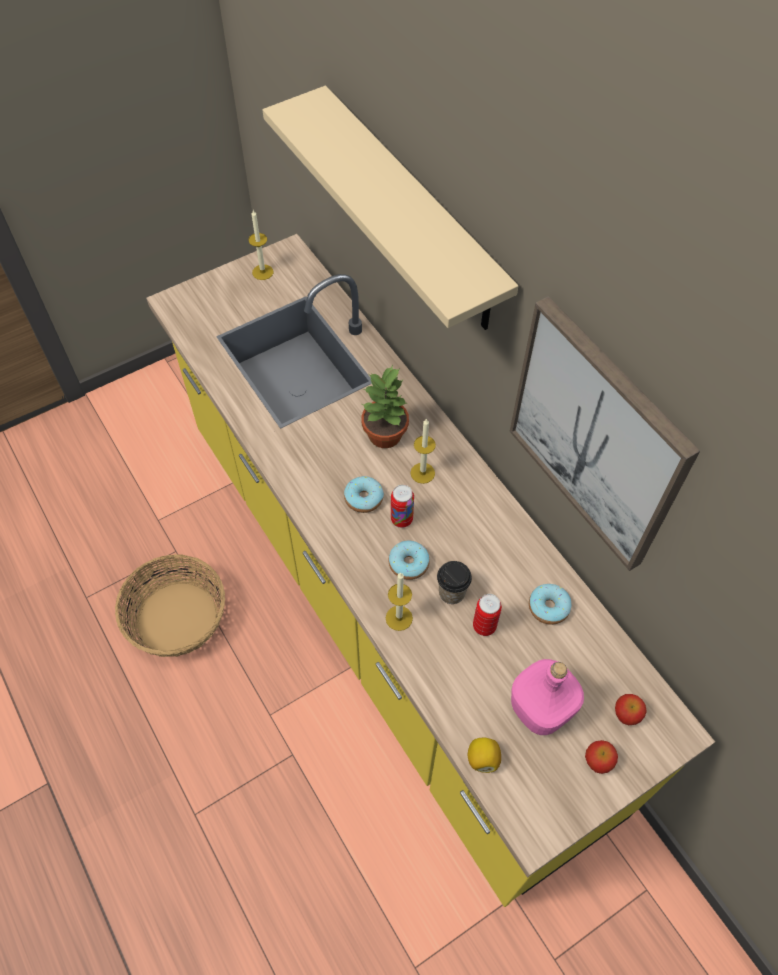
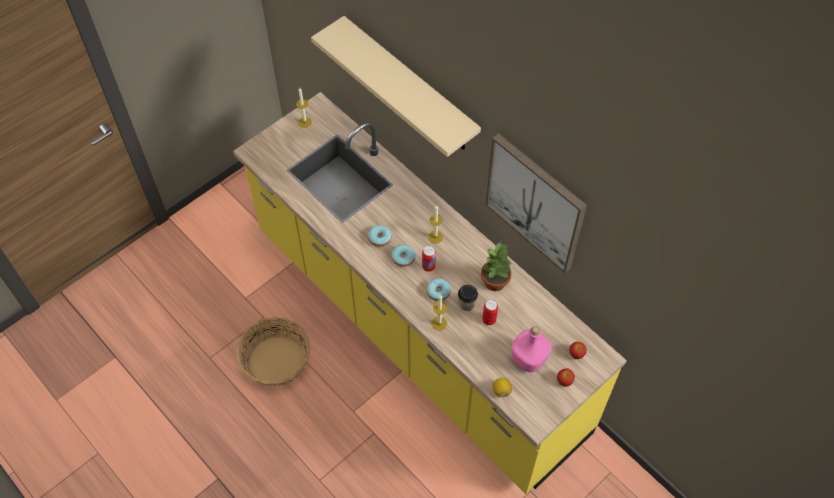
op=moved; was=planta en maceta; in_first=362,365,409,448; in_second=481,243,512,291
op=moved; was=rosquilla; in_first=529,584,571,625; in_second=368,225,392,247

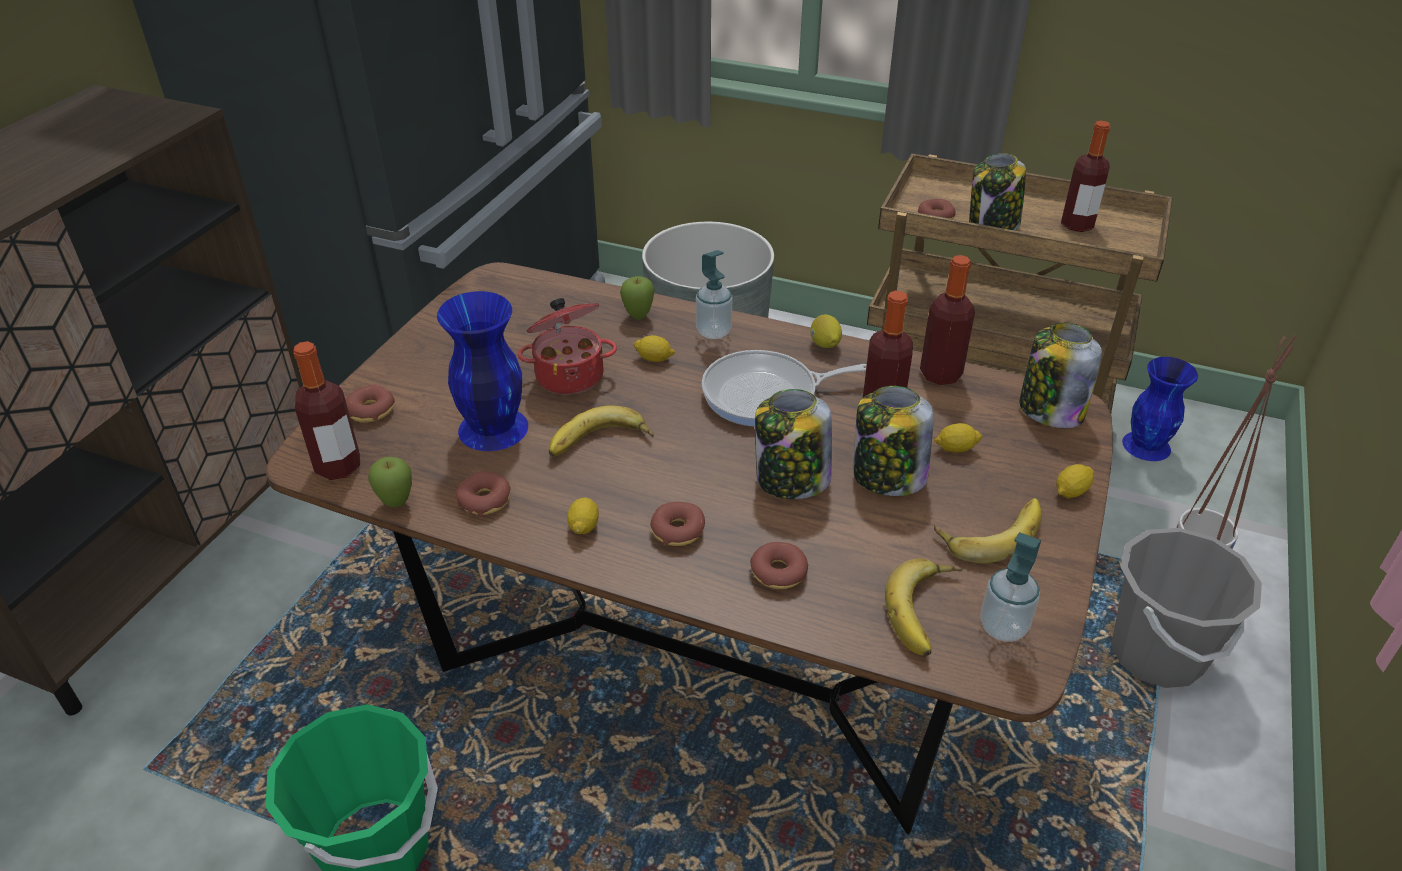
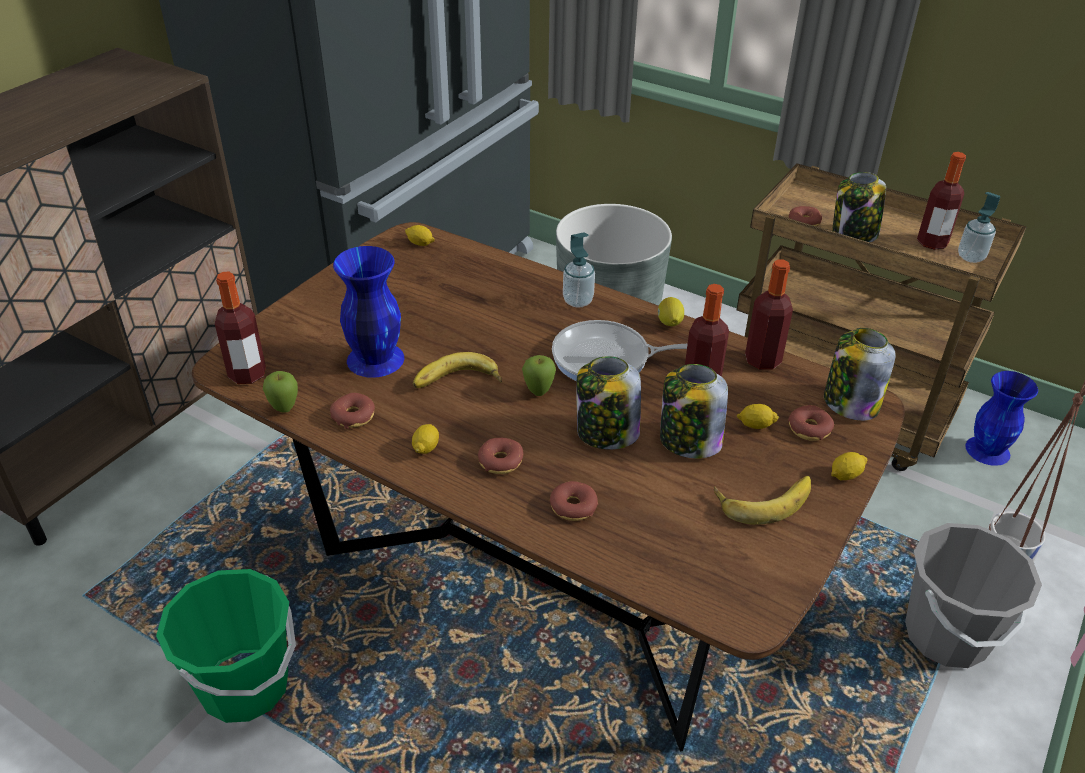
op=moved; was=manzana; in_first=620,276,655,320; in_second=522,355,556,396
op=removed; was=olla; in_first=518,298,617,395
op=moved; was=limón; in_first=633,335,675,362; in_second=405,225,435,246
op=moved; was=rosquilla; in_first=345,385,395,423; in_second=788,405,834,441
op=moved; was=dispensador de jabón; in_first=980,532,1041,642; in_second=958,192,1000,263
op=removed; was=plátano; in_first=885,558,963,656

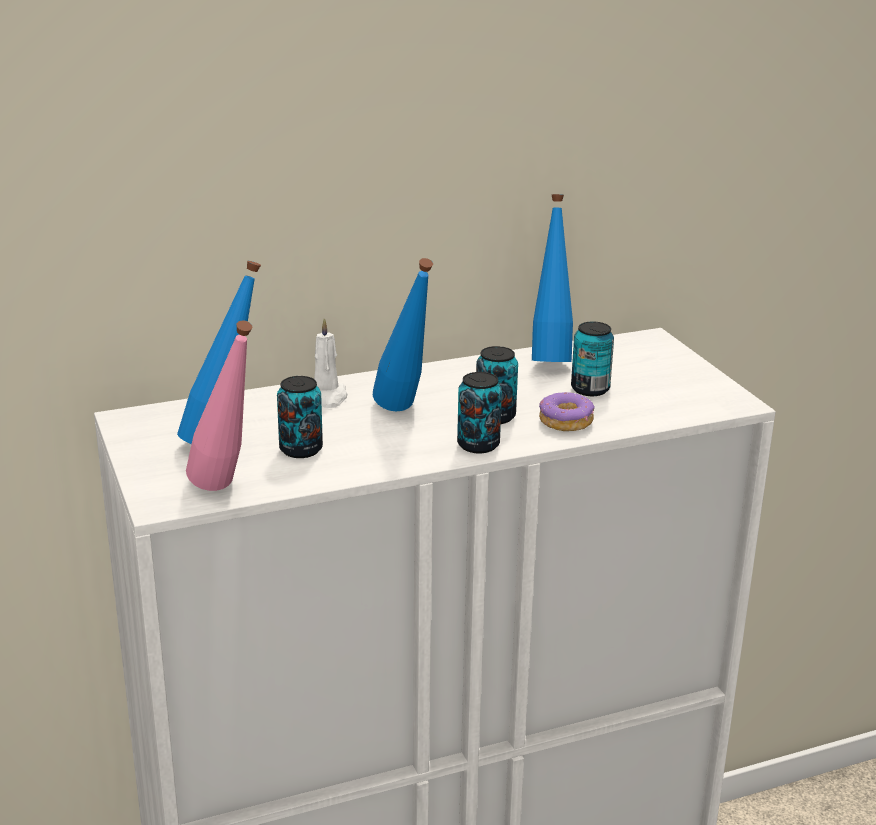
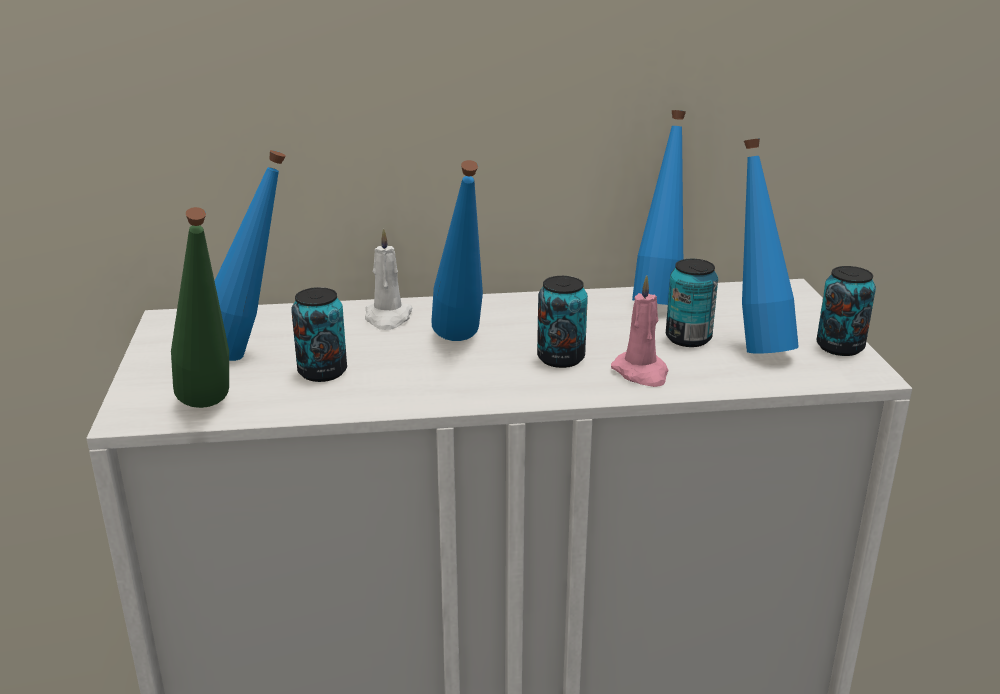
op=recoloured; was=botella [rosa]; now=botella [verde]; in_first=186,321,252,491; in_second=171,207,229,408
op=moved; was=lata; in_first=457,372,502,454; in_second=817,266,876,356
op=replaced; was=rosquilla; now=vela [rosa]; in_first=539,392,594,431; in_second=611,275,669,387
op=added; now=botella [azul]; in_second=742,139,799,354

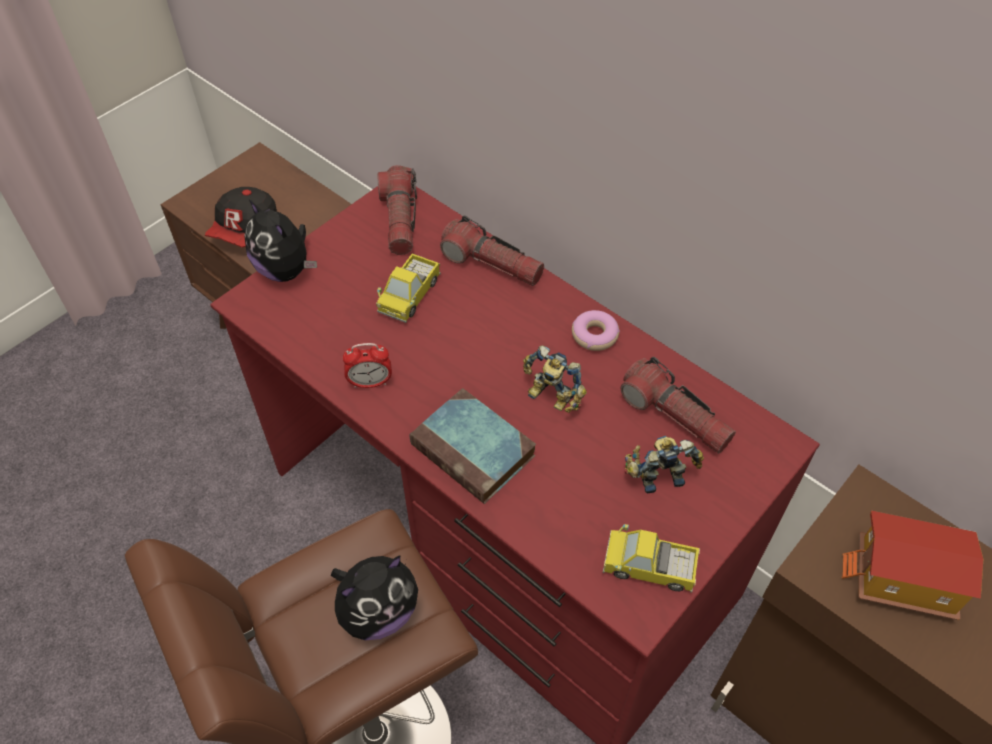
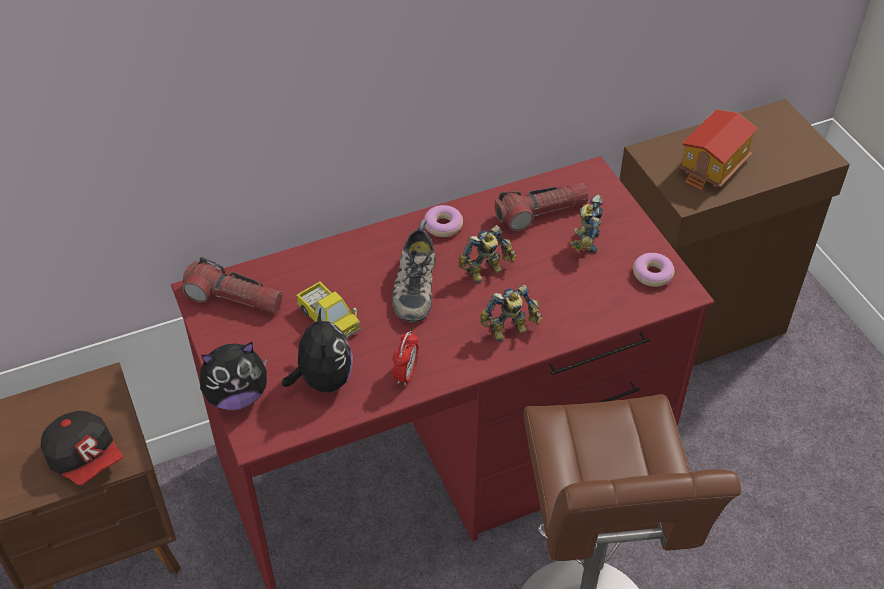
op=removed; was=linterna; in_first=440,215,544,286
op=replaced; was=libro; now=robot de juguete; in_first=410,388,536,504; in_second=480,284,542,342
op=replaced; was=camión de juguete; now=rosquilla; in_first=603,524,700,593; in_second=633,253,674,287
op=moved; was=peluche; in_first=331,555,418,640; in_second=282,308,353,393
op=added; now=zapato; in_second=392,220,436,323

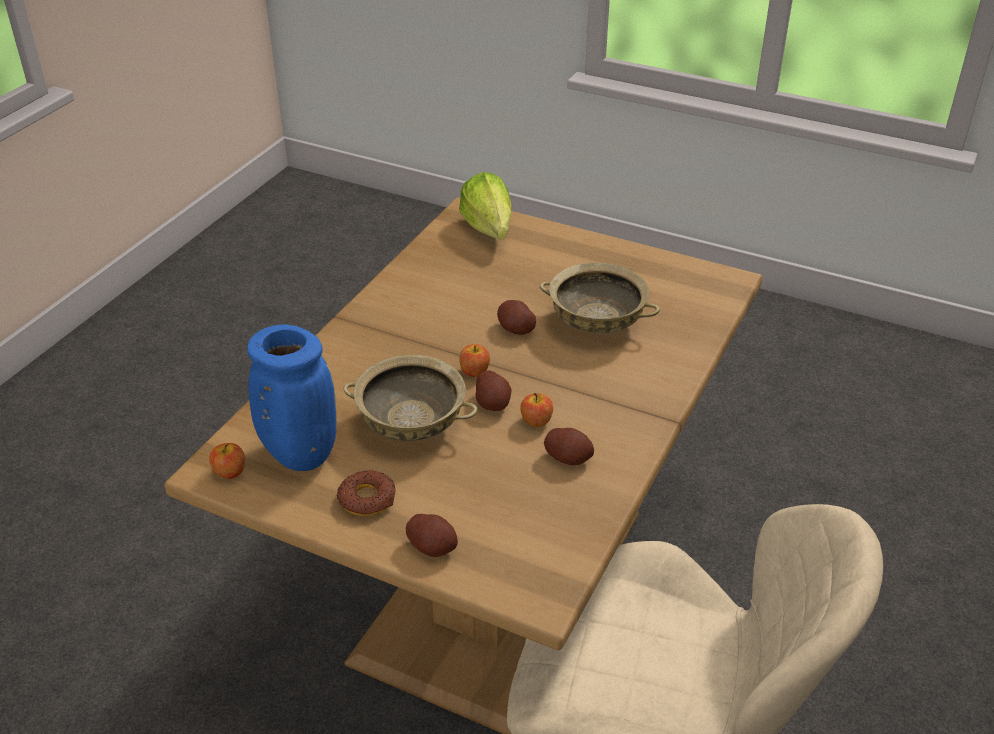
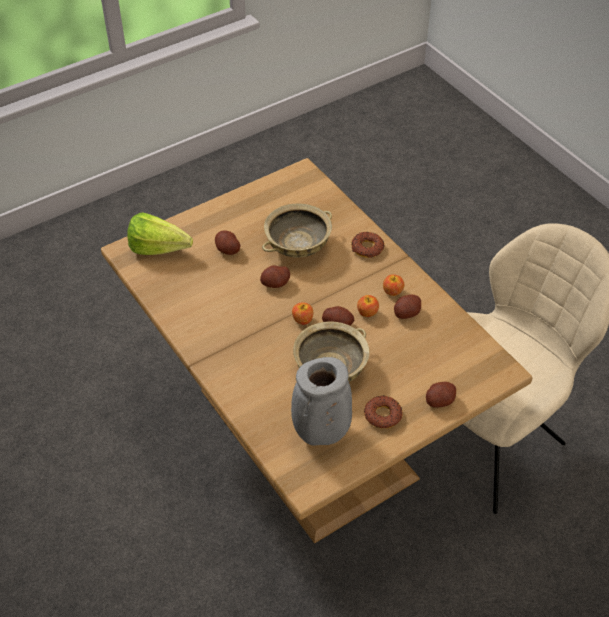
op=recoloured; was=florero [azul]; now=florero [gris]; in_first=247,324,337,471; in_second=291,357,352,446
op=moved; was=manzana; in_first=209,443,245,479; in_second=383,274,404,296
op=added; now=patata; in_second=215,230,241,255
op=added; now=rosquilla; in_second=351,232,384,258

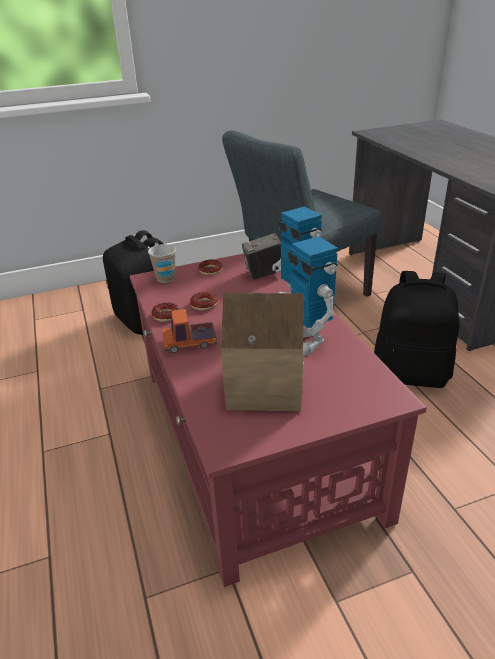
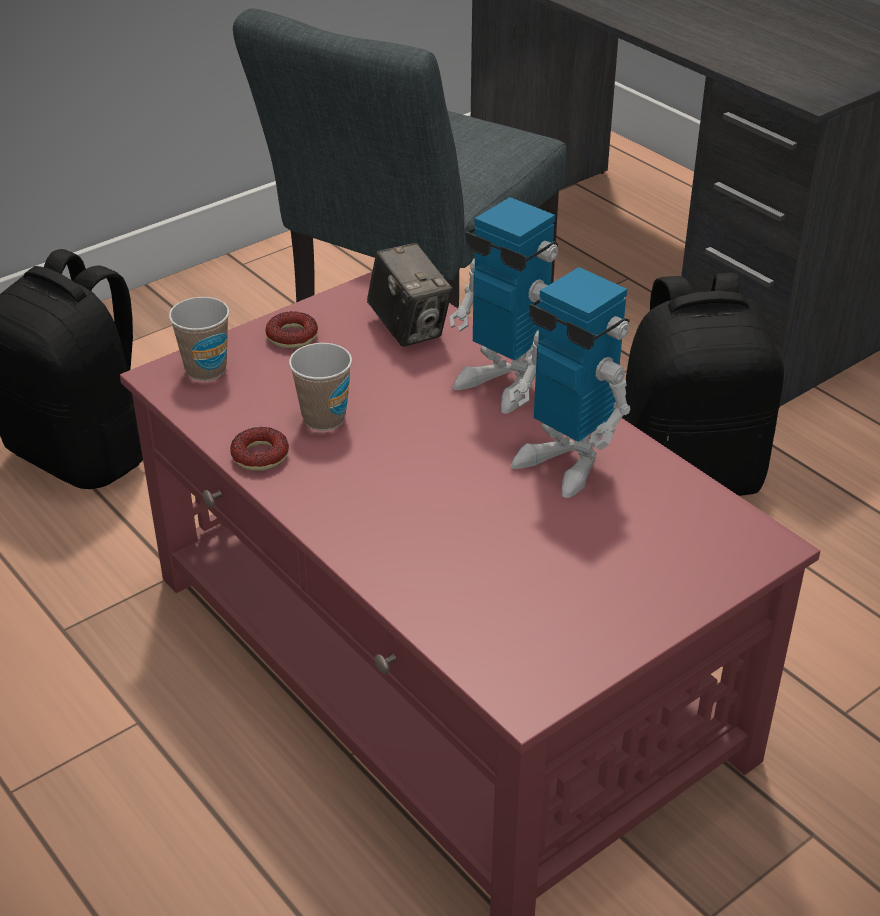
op=turned; was=cámara; in_first=242,233,281,280; in_second=367,243,452,347; clockwise=-90
op=replaced; was=rosquilla; now=taza; in_first=190,292,217,311; in_second=289,343,352,431
op=removed; was=casita; in_first=221,293,304,412
op=removed; was=camión de juguete; in_first=162,309,217,353

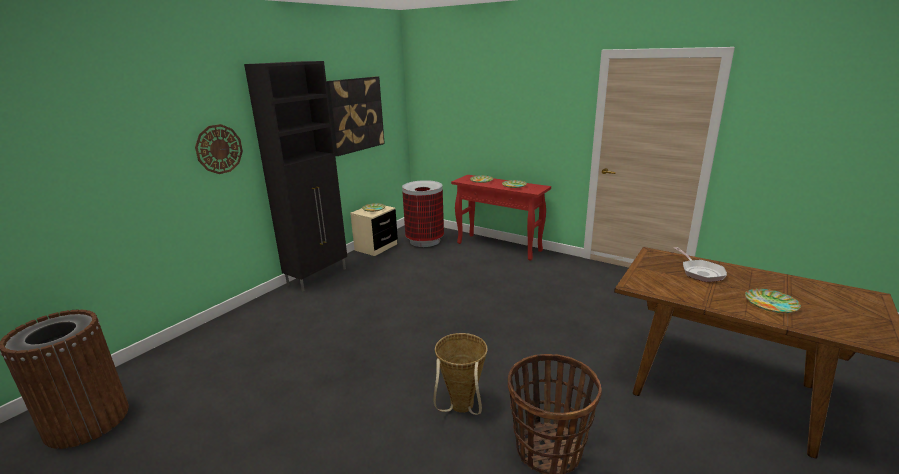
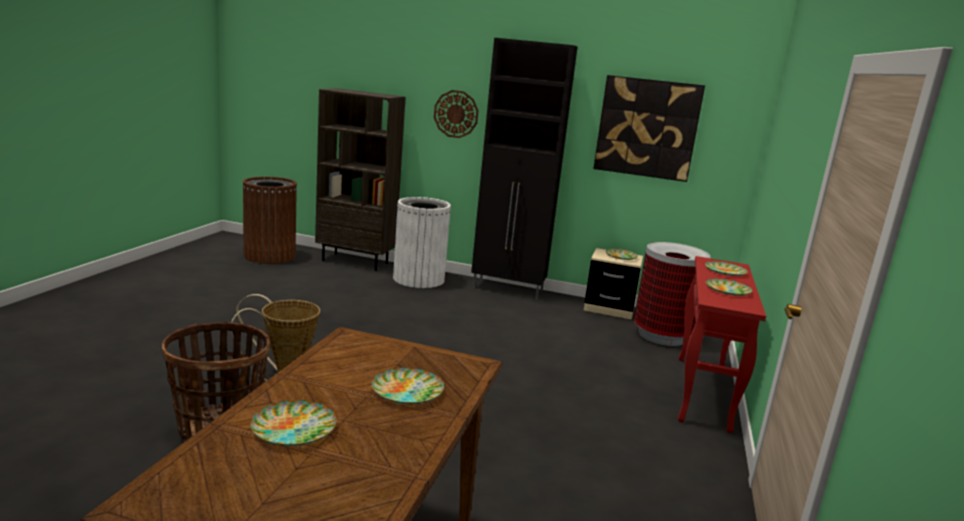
op=replaced; was=sartén; now=plato; in_first=674,247,727,282; in_second=372,368,444,405
op=added; now=estantería [marrón]; in_second=315,88,406,271
op=added; now=papelera [blanco]; in_second=393,197,451,288

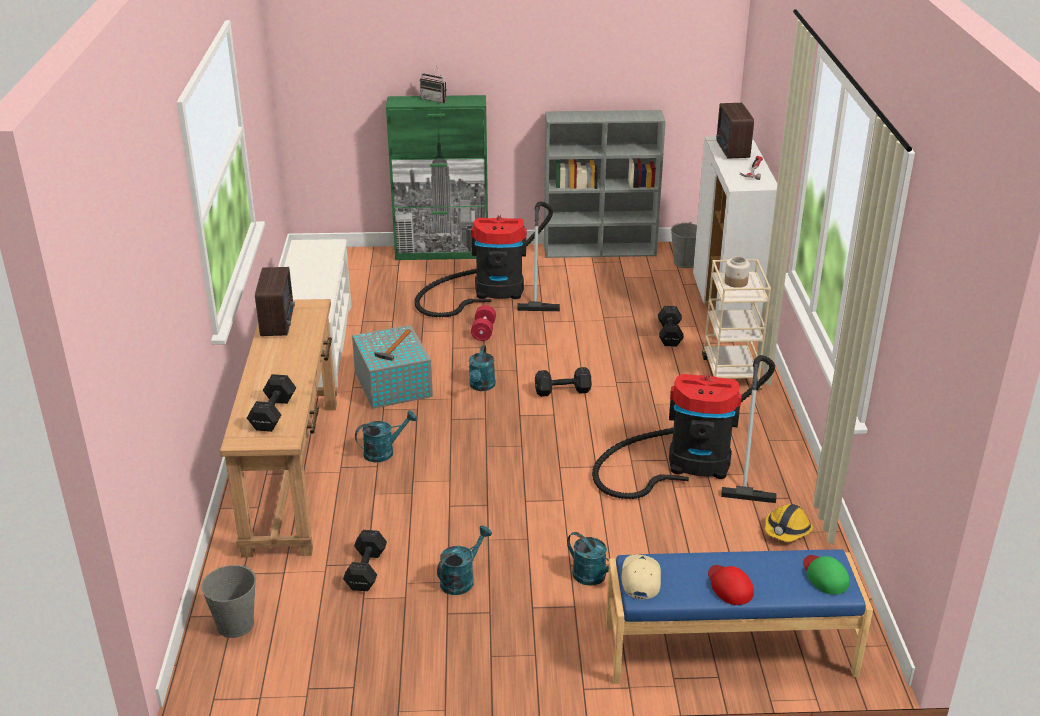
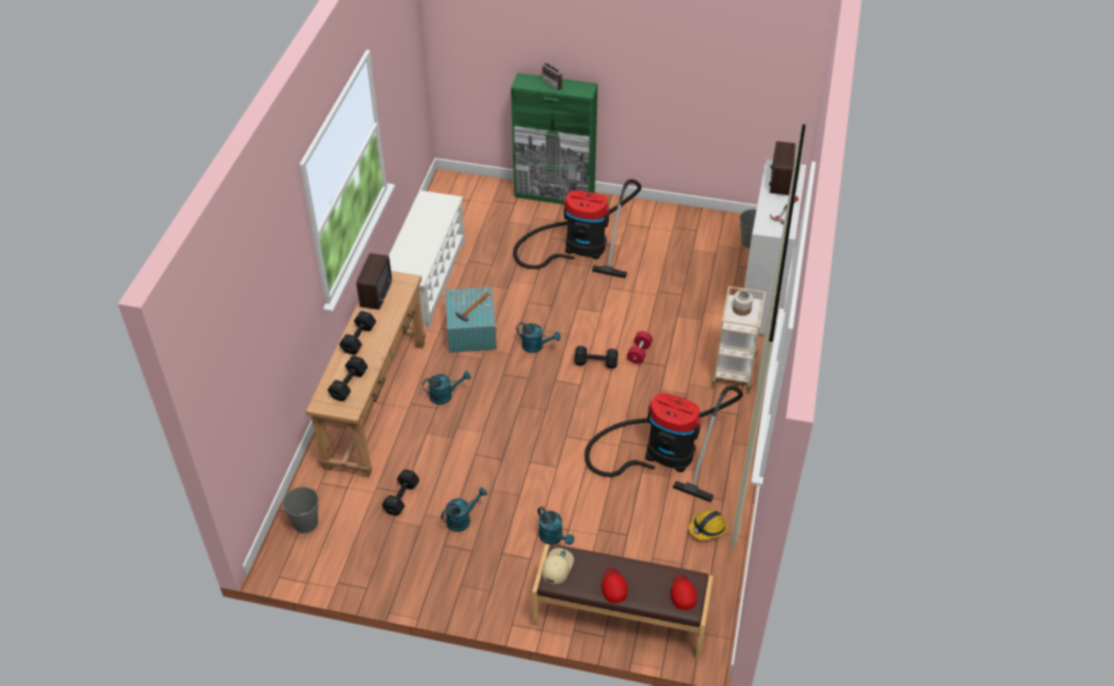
op=removed; was=estantería [gris]; in_first=544,110,666,258
op=moved; was=mancuerna [rojo]; in_first=471,305,496,341; in_second=627,331,653,364
op=moved; was=mancuerna [negro]; in_first=658,306,684,347; in_second=339,311,376,355
op=turned; was=regadera [turquesa]; in_first=469,345,495,391; in_second=516,322,561,353; clockwise=-90
op=recoloured; was=banco [azul]; now=banco [marrón]; in_first=606,549,873,684; in_second=532,544,713,659
op=recoloured; was=gorra [verde]; now=gorra [rojo]; in_first=803,555,850,595; in_second=671,574,697,610

